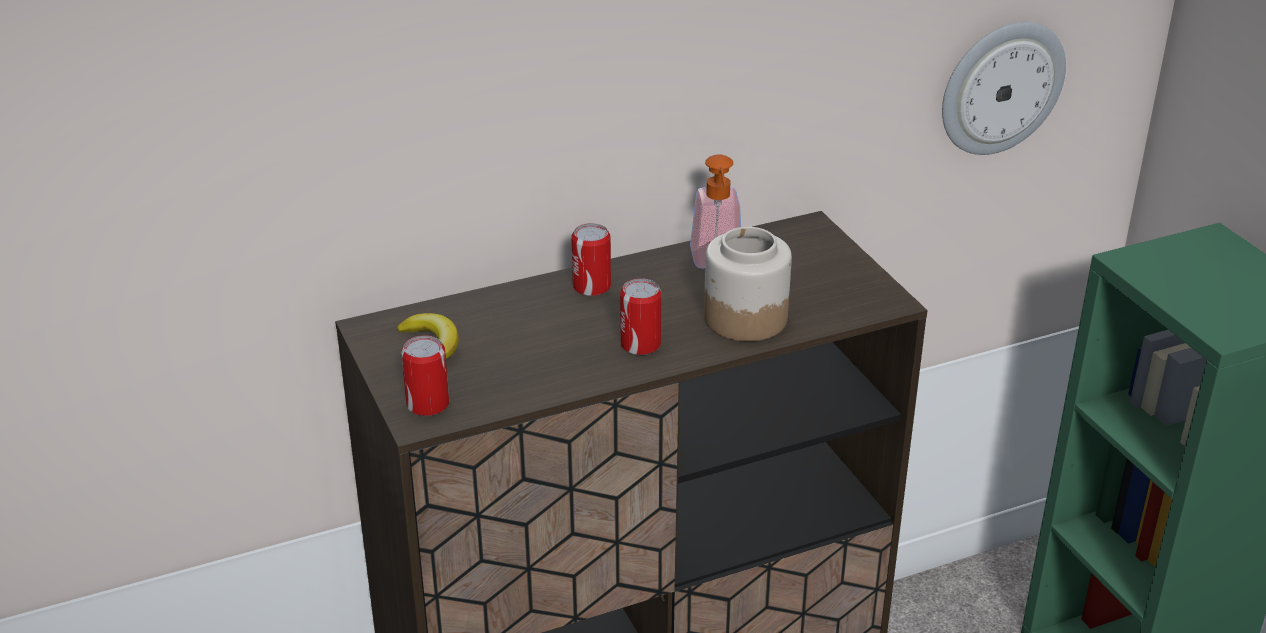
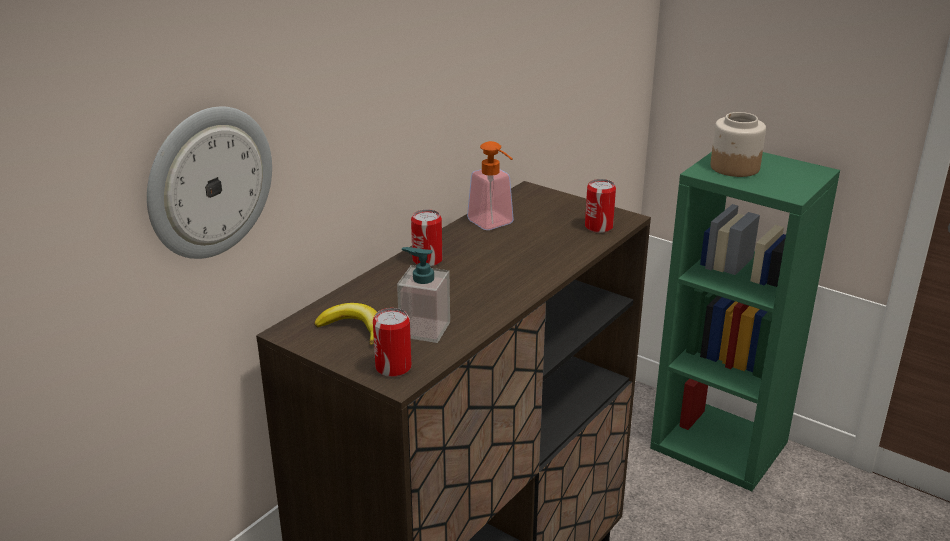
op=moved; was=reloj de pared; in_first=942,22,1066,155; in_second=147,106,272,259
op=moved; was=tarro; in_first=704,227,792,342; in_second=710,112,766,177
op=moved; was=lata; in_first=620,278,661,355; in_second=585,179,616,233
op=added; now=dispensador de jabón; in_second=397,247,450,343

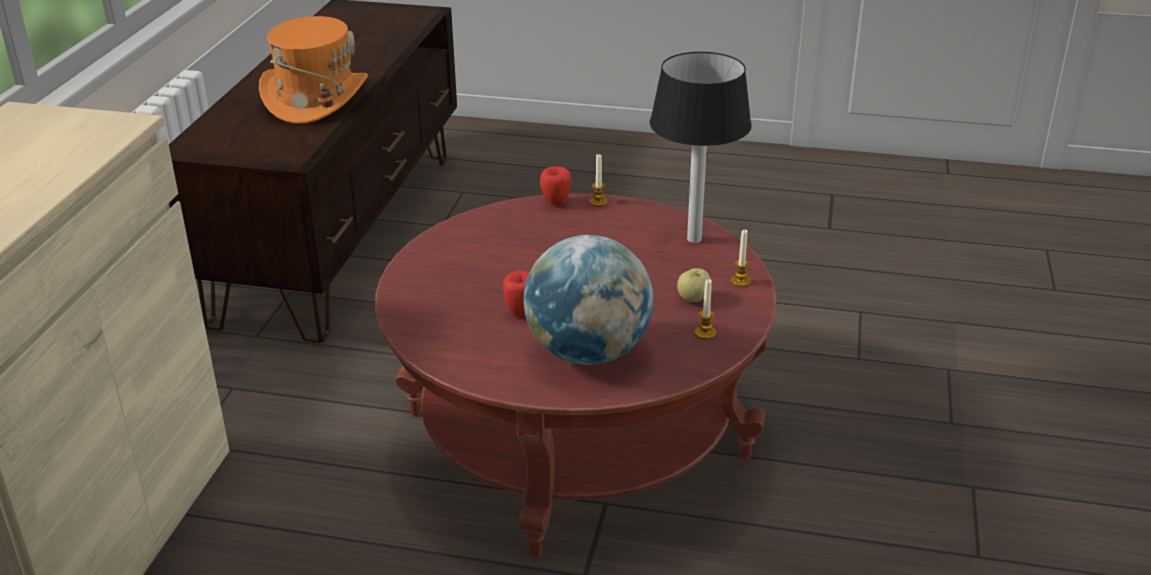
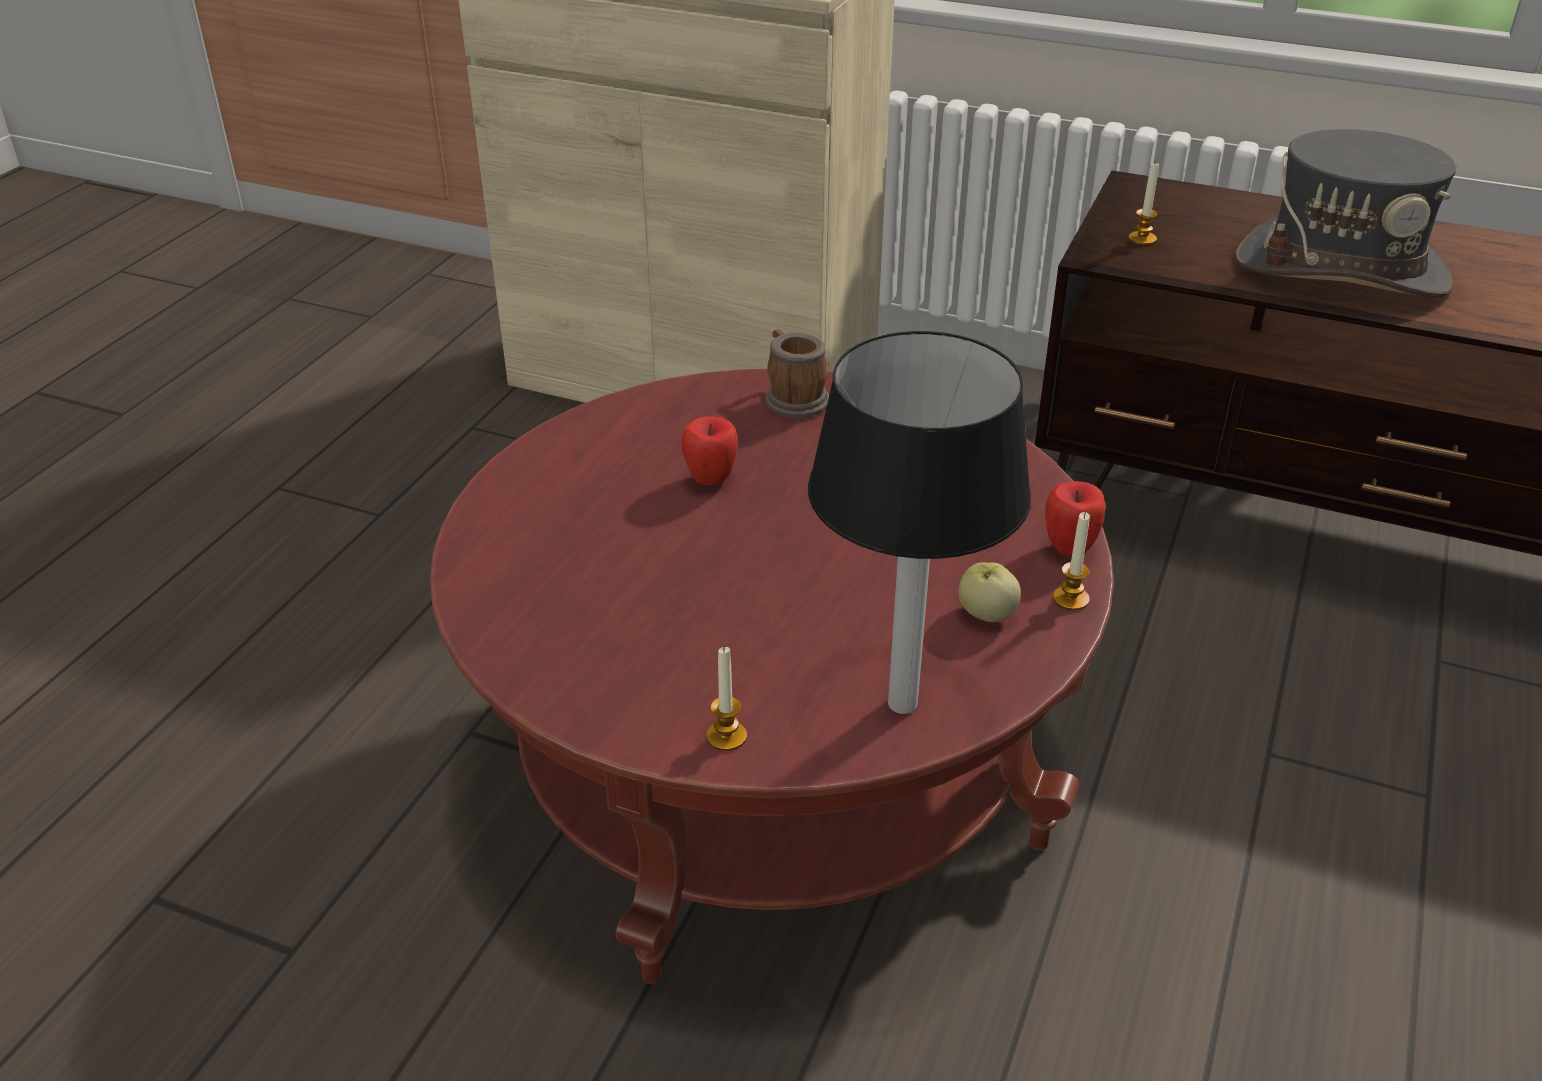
op=recoloured; was=sombrero [naranja]; now=sombrero [gris]; in_first=259,16,368,124; in_second=1234,129,1457,297
op=removed; was=globo terráqueo; in_first=523,235,653,365
op=moved; was=manzana; in_first=677,268,711,302; in_second=958,562,1021,622
op=moved; was=vela; in_first=695,279,716,339; in_second=1128,161,1159,245
op=added; now=taza grande; in_second=765,329,829,418

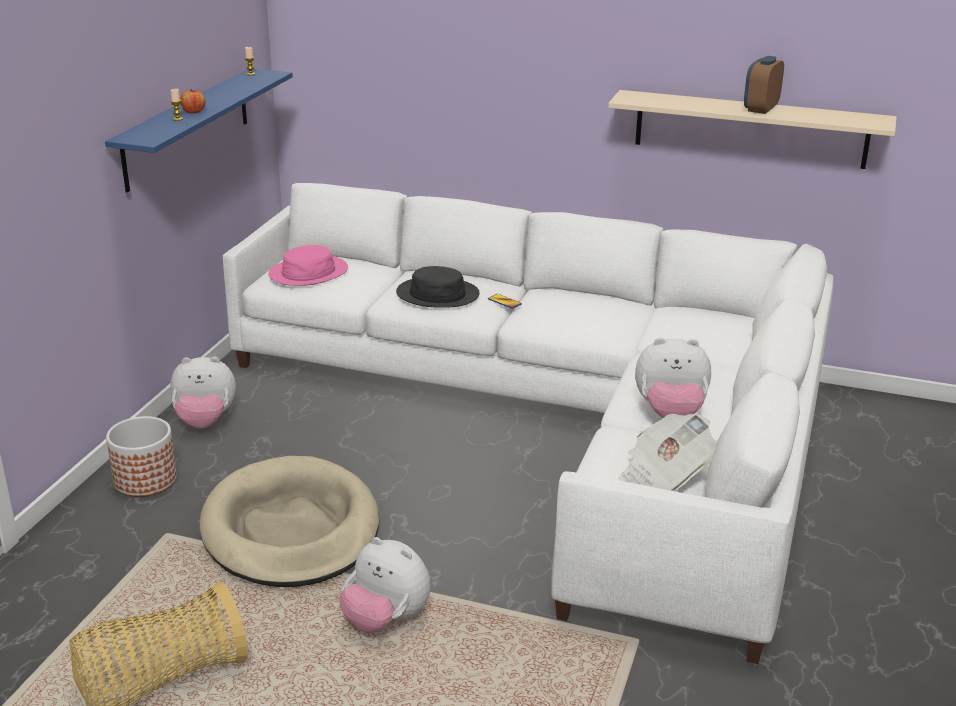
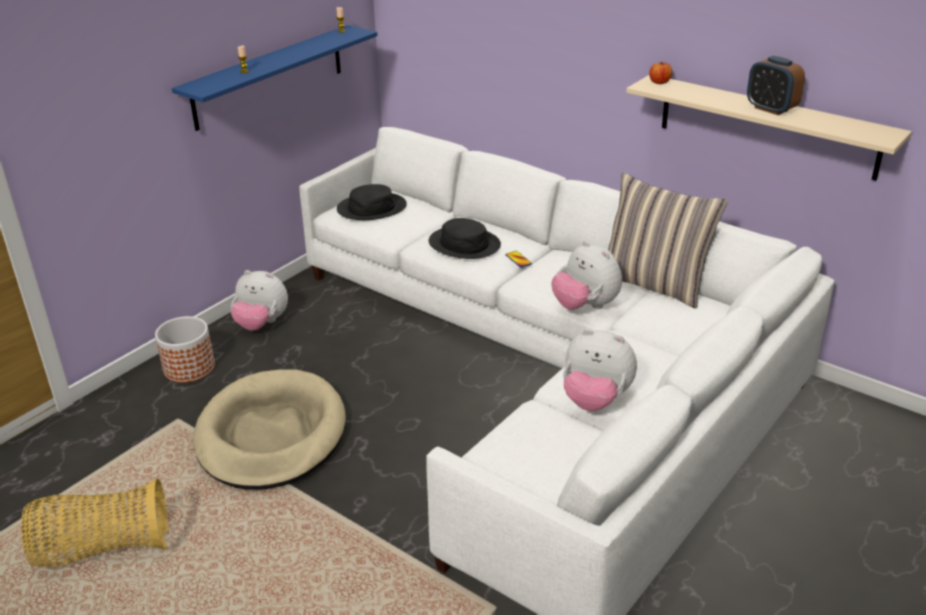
op=turned; was=despertador; in_first=744,56,784,114; in_second=747,56,805,115; clockwise=-90
op=moved; was=manzana; in_first=180,89,206,113; in_second=649,62,672,84
op=recoloured; was=sombrero [rosa]; now=sombrero [negro]; in_first=268,245,348,286; in_second=337,184,407,220
op=removed; was=periódico; in_first=618,413,717,490
op=moved; was=peluche; in_first=339,537,430,633; in_second=552,241,622,310
op=added; now=cojín; in_second=608,172,728,308

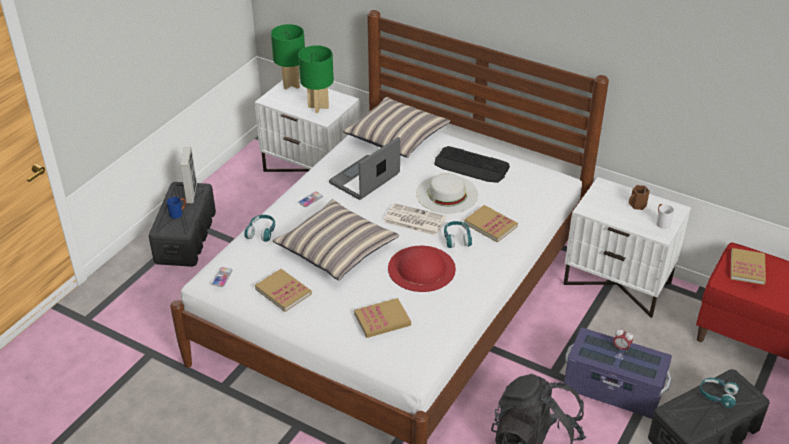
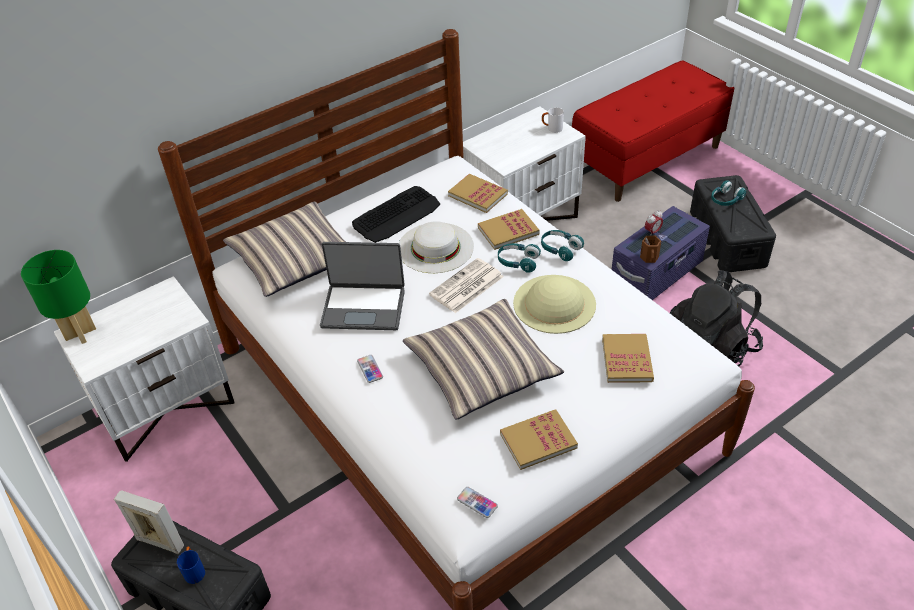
op=removed; was=lámpara de mesa [verde]; in_first=298,45,334,113
op=turned; was=portátil; in_first=329,137,400,200; in_second=320,242,405,330; clockwise=-60
op=moved; was=taza grande [marrón]; in_first=629,185,650,210; in_second=640,236,661,263
op=moved; was=auriculares [turquesa]; in_first=244,215,275,242; in_second=541,230,584,261
op=recoloured; was=sombrero [rojo]; now=sombrero [beis]; in_first=388,246,456,292; in_second=513,275,596,334
op=moved; was=libro; in_first=731,248,766,285; in_second=448,174,508,213

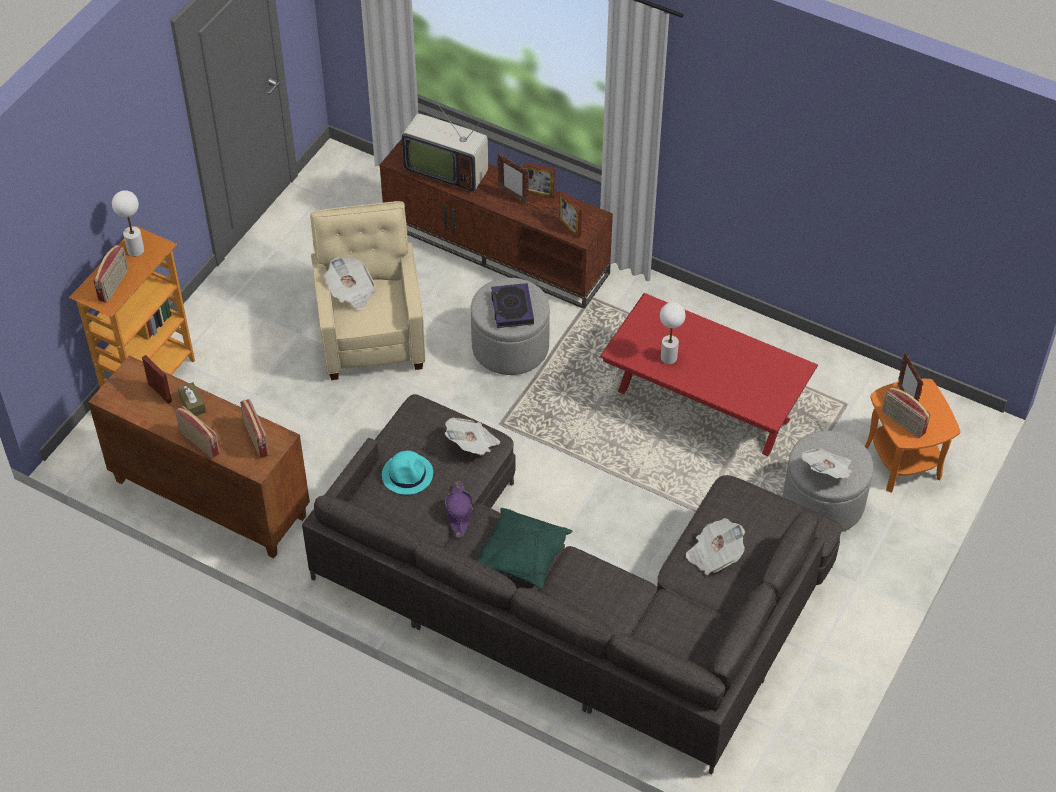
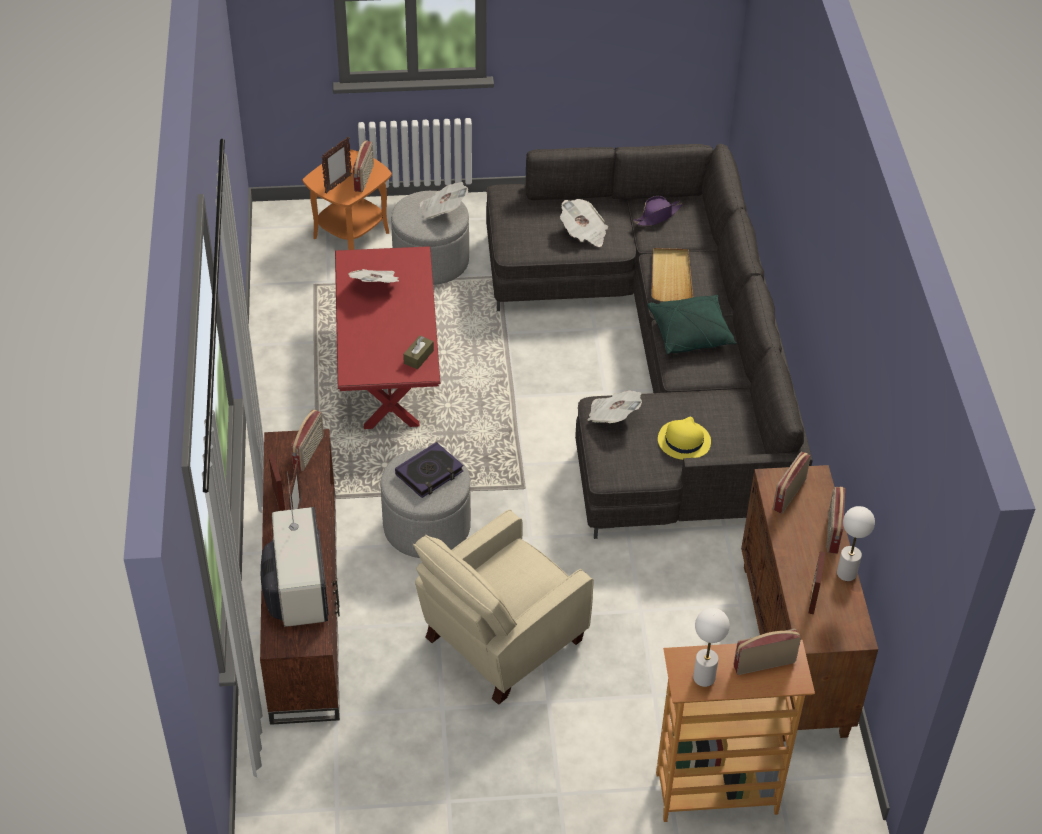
op=replaced; was=portarretratos; now=radio; in_first=559,191,582,238; in_second=291,410,324,471
op=moved; was=periódico; in_first=325,257,377,311; in_second=348,269,399,283
op=moved; was=lámpara de mesa [blanco]; in_first=660,302,686,364; in_second=837,506,875,581
op=moved; was=caja de pañuelos [marrón]; in_first=178,382,206,416; in_second=403,336,434,369
op=recoloured; was=sombrero [turquesa]; now=sombrero [amarillo]; in_first=382,451,433,495; in_second=658,417,711,460
op=moved; was=sombrero [morado]; in_first=445,481,473,538; in_second=633,196,683,226
op=added; now=bandeja [beis]; in_second=651,248,693,302

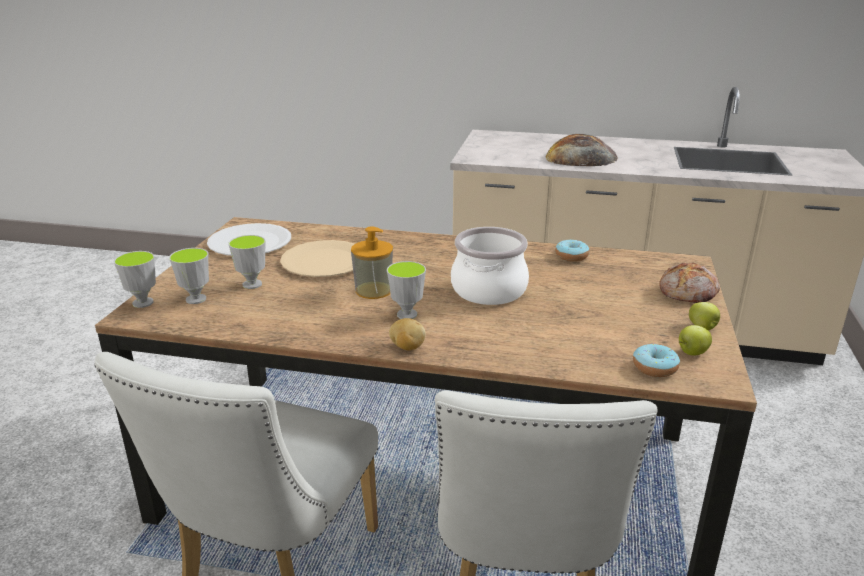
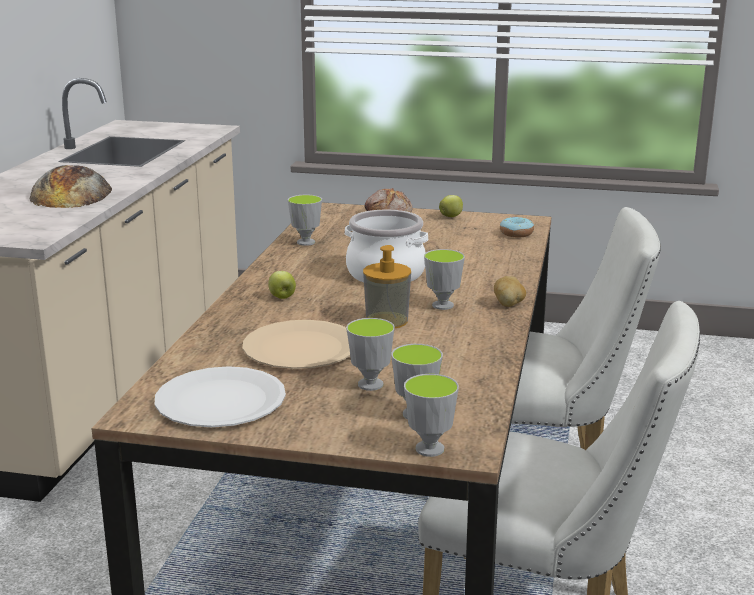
op=replaced; was=rosquilla; now=taza; in_first=555,240,589,262; in_second=288,195,322,246
op=moved; was=manzana; in_first=679,325,712,356; in_second=268,271,296,299

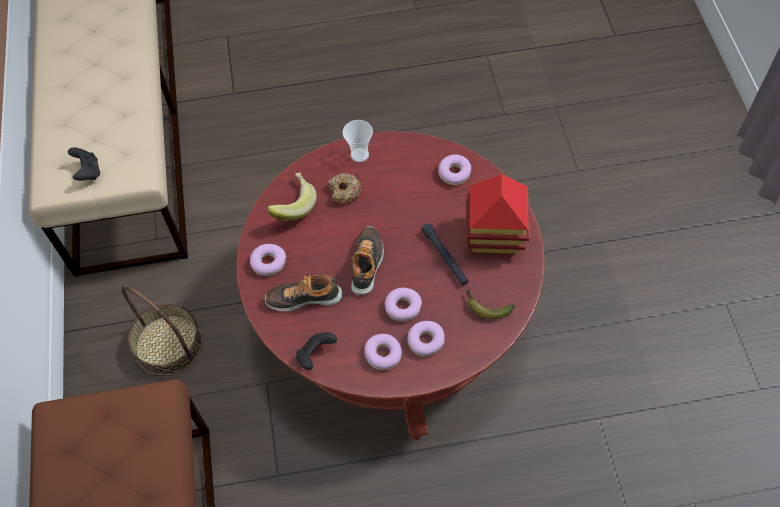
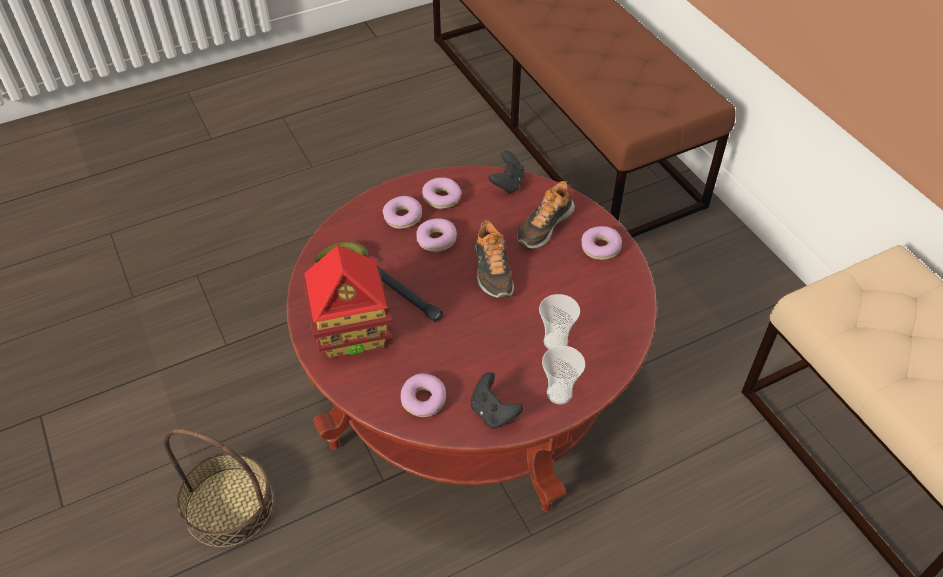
op=moved; was=mando de consola [negro]; in_first=68,147,100,181; in_second=471,372,523,429
op=removed; was=plátano; in_first=267,172,317,221
op=replaced; was=rosquilla; now=taza; in_first=328,173,361,204; in_second=539,294,580,349
op=turned; was=zapato; in_first=264,275,343,311; in_second=517,181,575,249; clockwise=150
op=moved; was=cesta; in_first=121,285,203,376; in_second=164,429,274,548

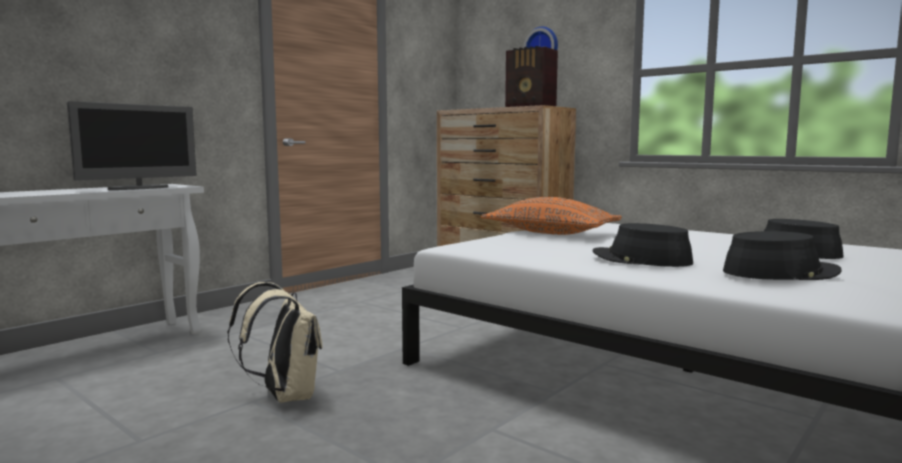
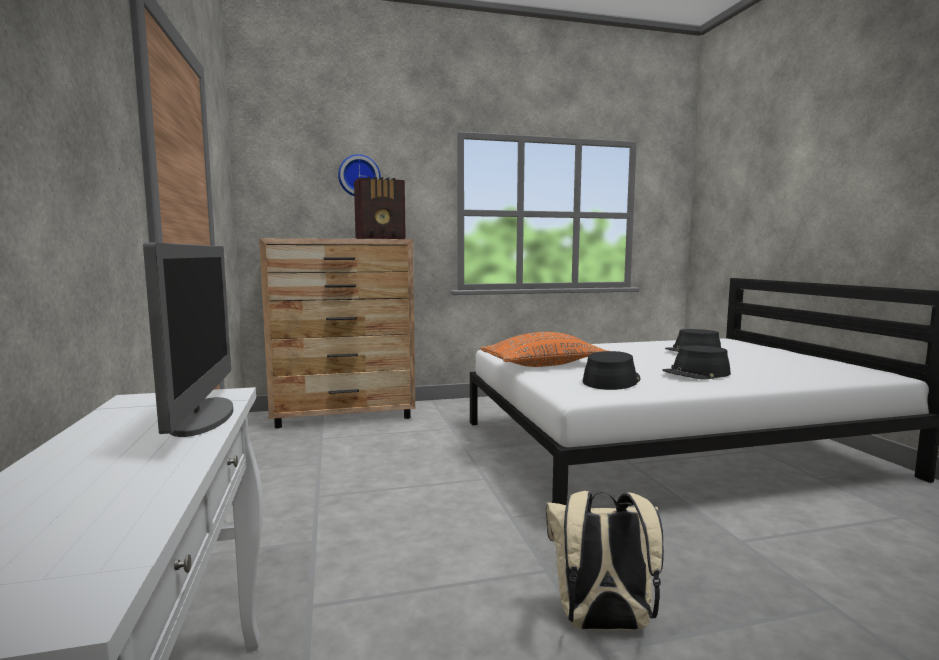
op=moved; was=sombrero [negro]; in_first=723,231,842,280; in_second=583,351,640,390

